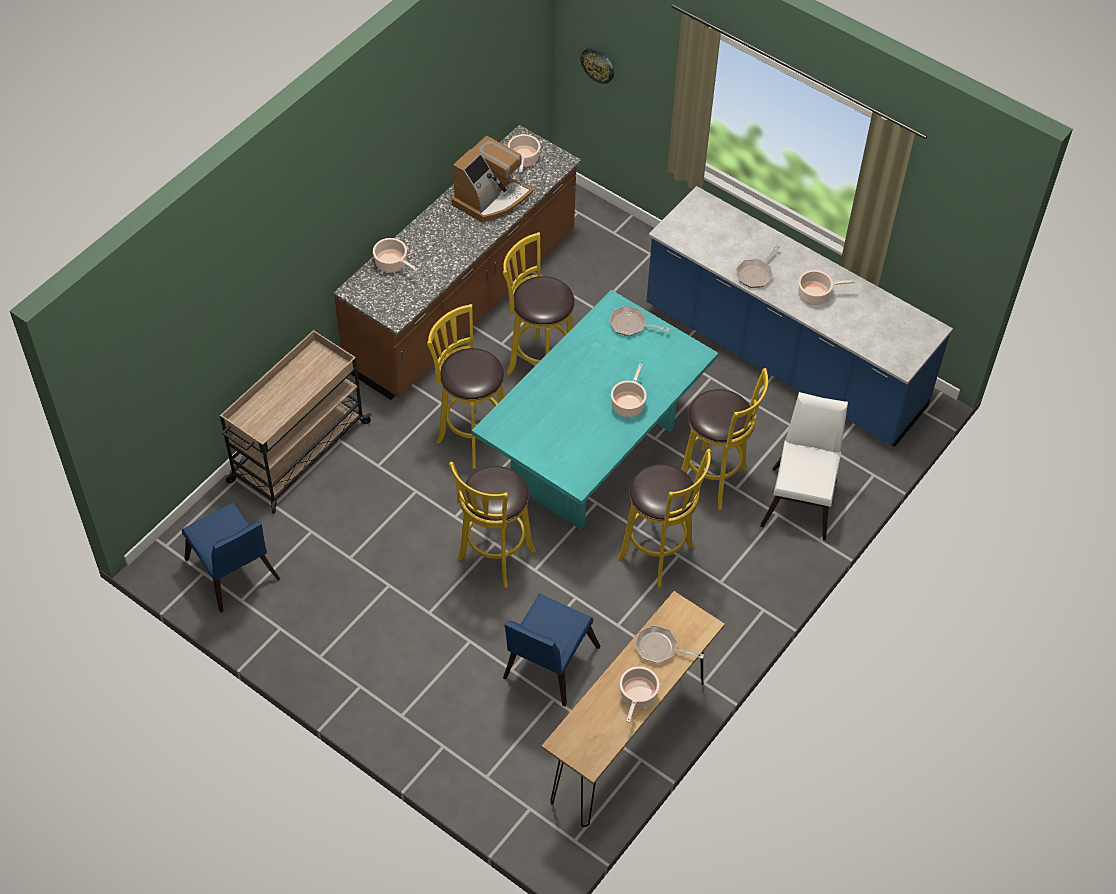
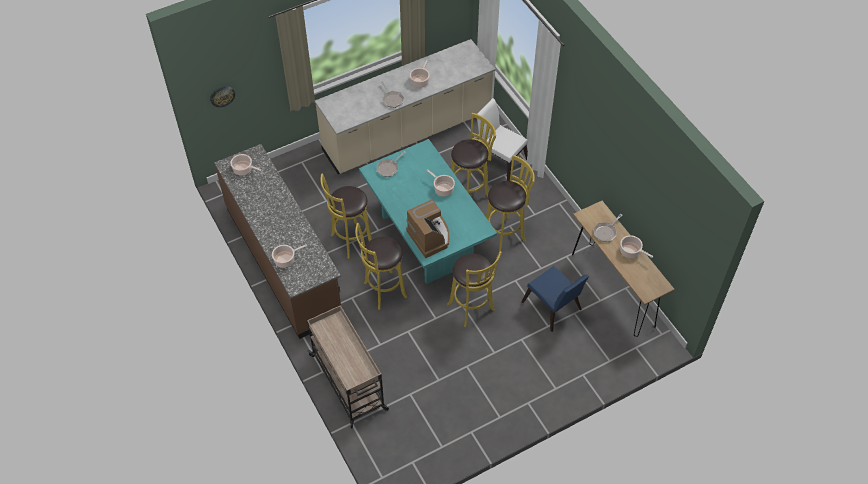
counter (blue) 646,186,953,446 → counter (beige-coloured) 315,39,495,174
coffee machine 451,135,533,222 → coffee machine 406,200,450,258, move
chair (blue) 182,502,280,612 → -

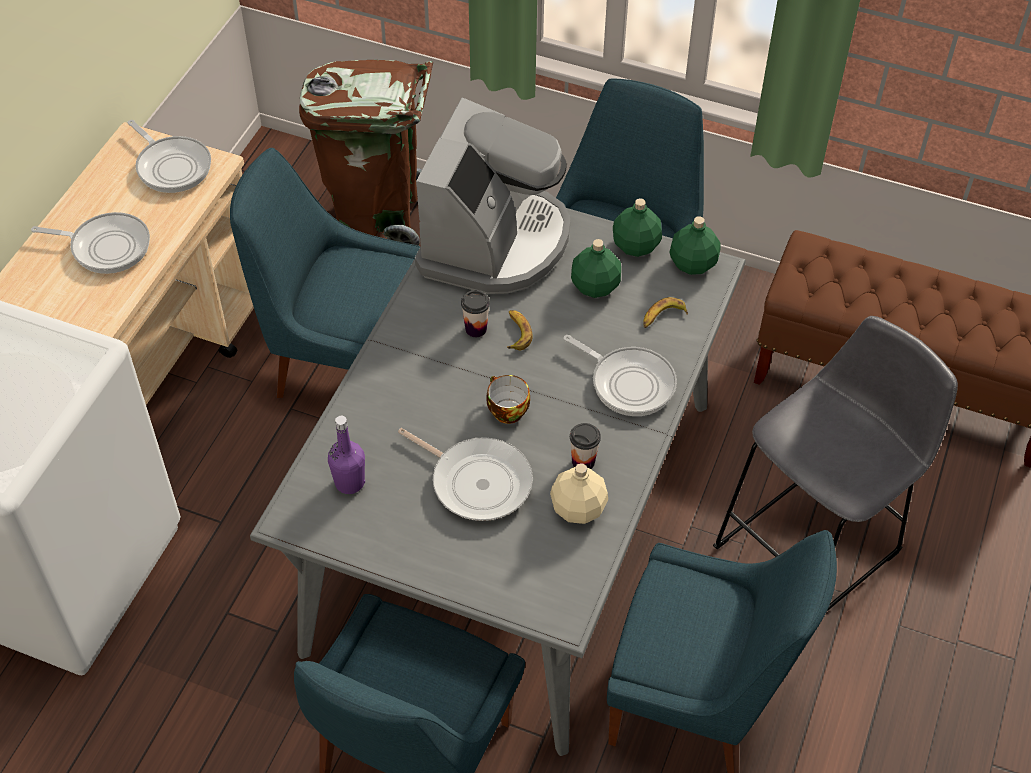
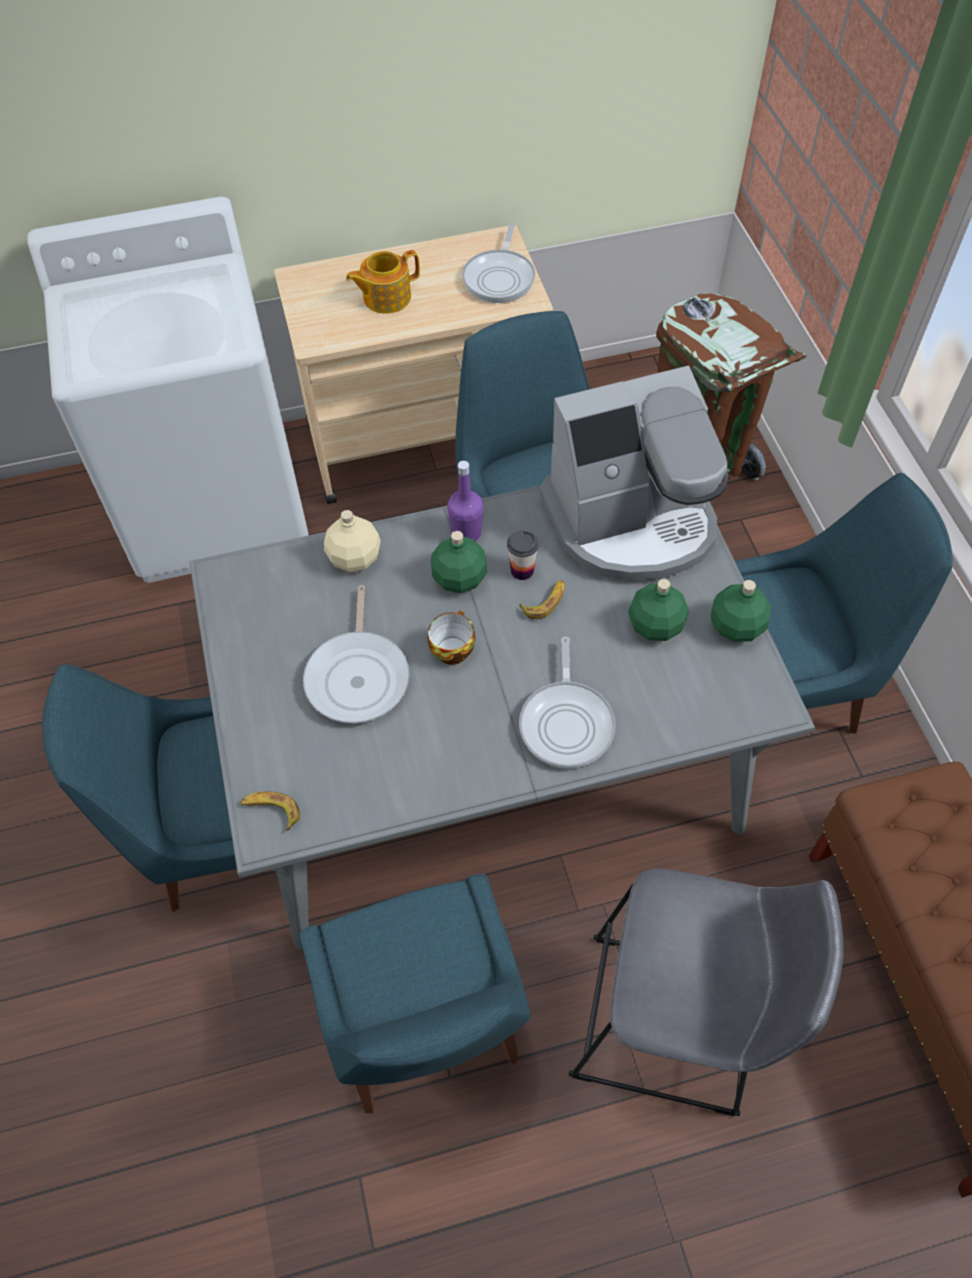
banana fruit 643,297,688,328 → banana fruit 240,791,300,831, move
beverage bottle (beige-coloured) 550,463,608,524 → beverage bottle (beige-coloured) 324,510,381,572, move
skillet 31,212,150,274 → pot for tea 346,250,420,314
beverage bottle (greenish) 670,216,720,275 → beverage bottle (greenish) 431,531,487,593, move
beverage bottle (purplish) 328,416,365,494 → beverage bottle (purplish) 447,461,484,541, move
cup 570,423,601,469 → -

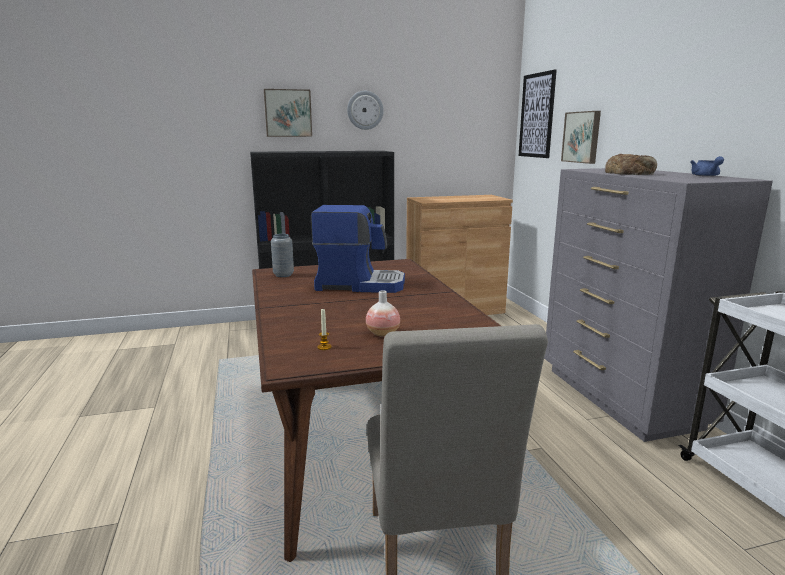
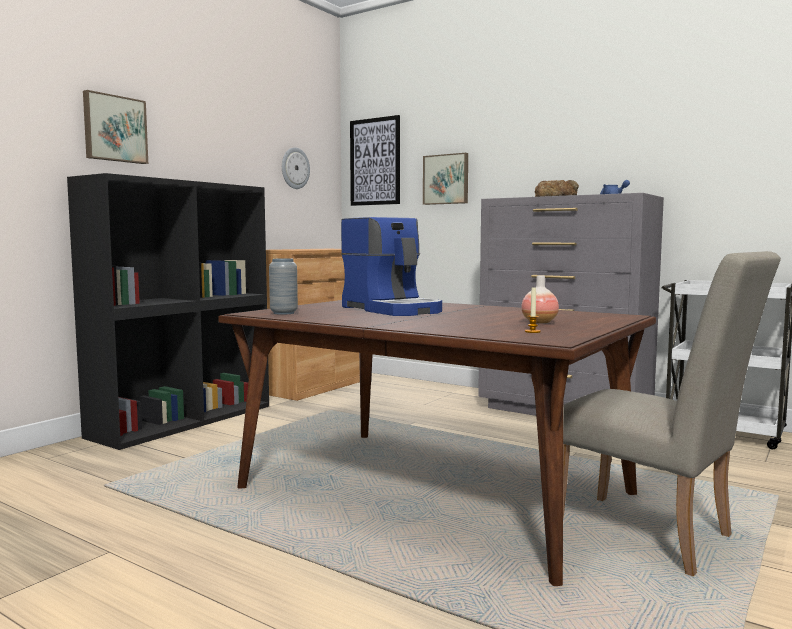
hanging clock 347,91,384,130 → hanging clock 282,147,310,189, move
coffee machine 311,205,405,293 → coffee machine 341,217,442,316, 90 degrees clockwise

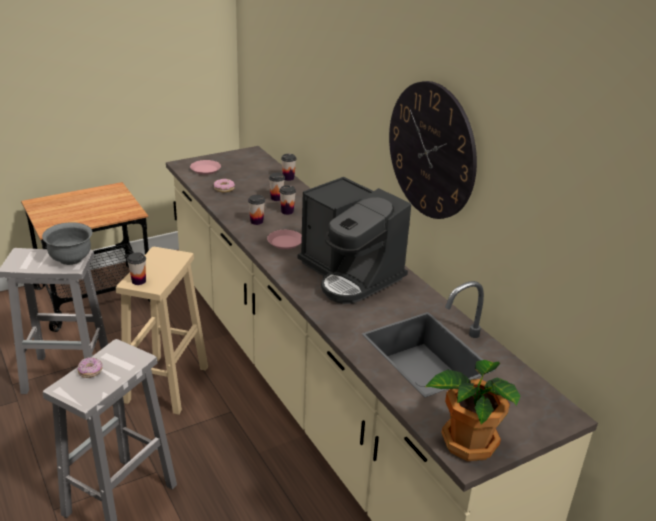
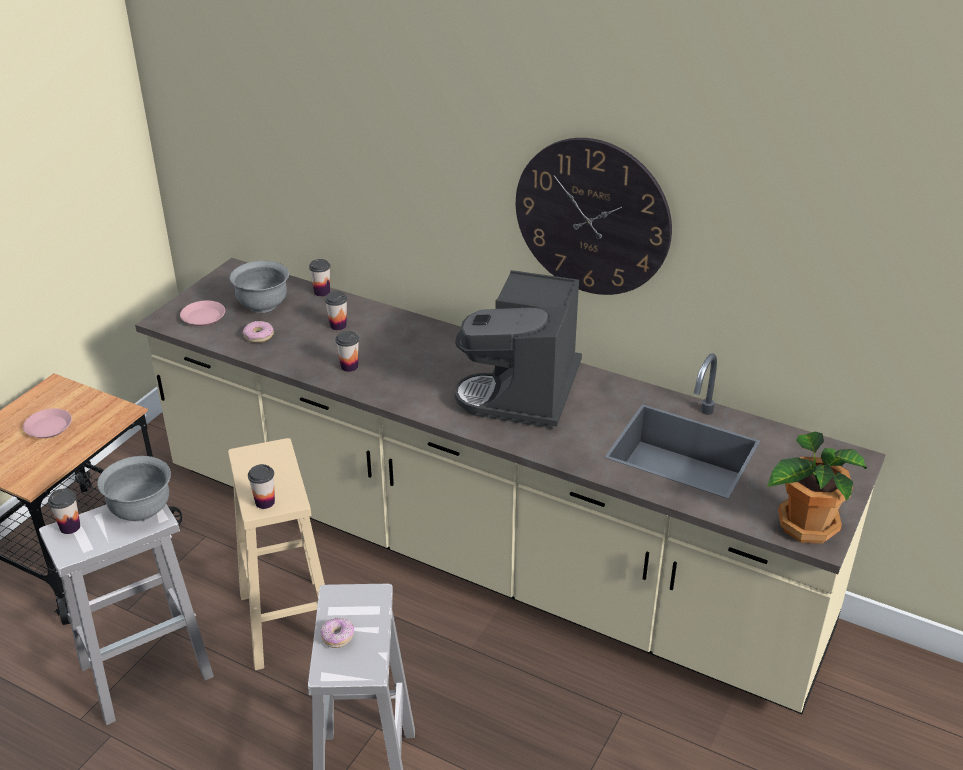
flat dish (pinkish) 267,230,302,249 → flat dish (pinkish) 23,408,72,438, move
cup 279,185,296,215 → cup 48,488,80,534, move
- → deep dish (gray) 230,261,289,313
coffee machine 298,177,411,304 → coffee machine 455,270,582,429, 90 degrees clockwise

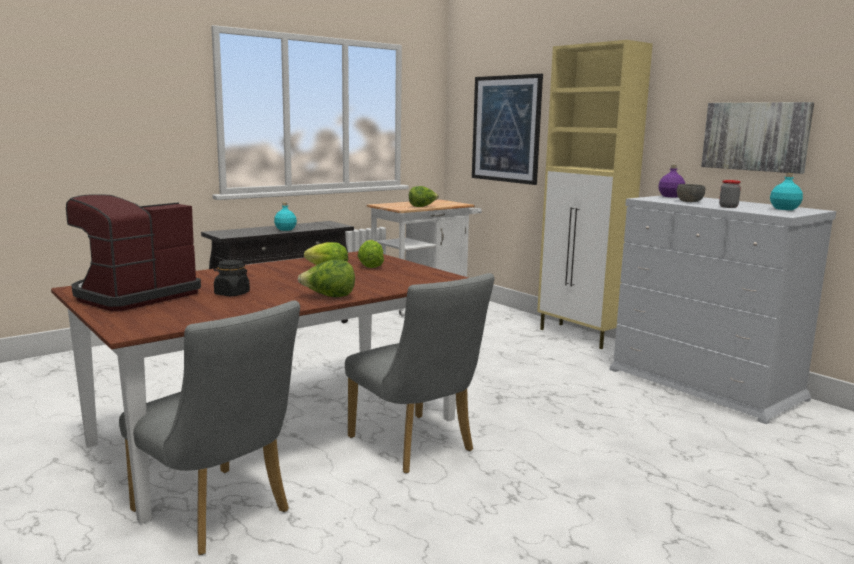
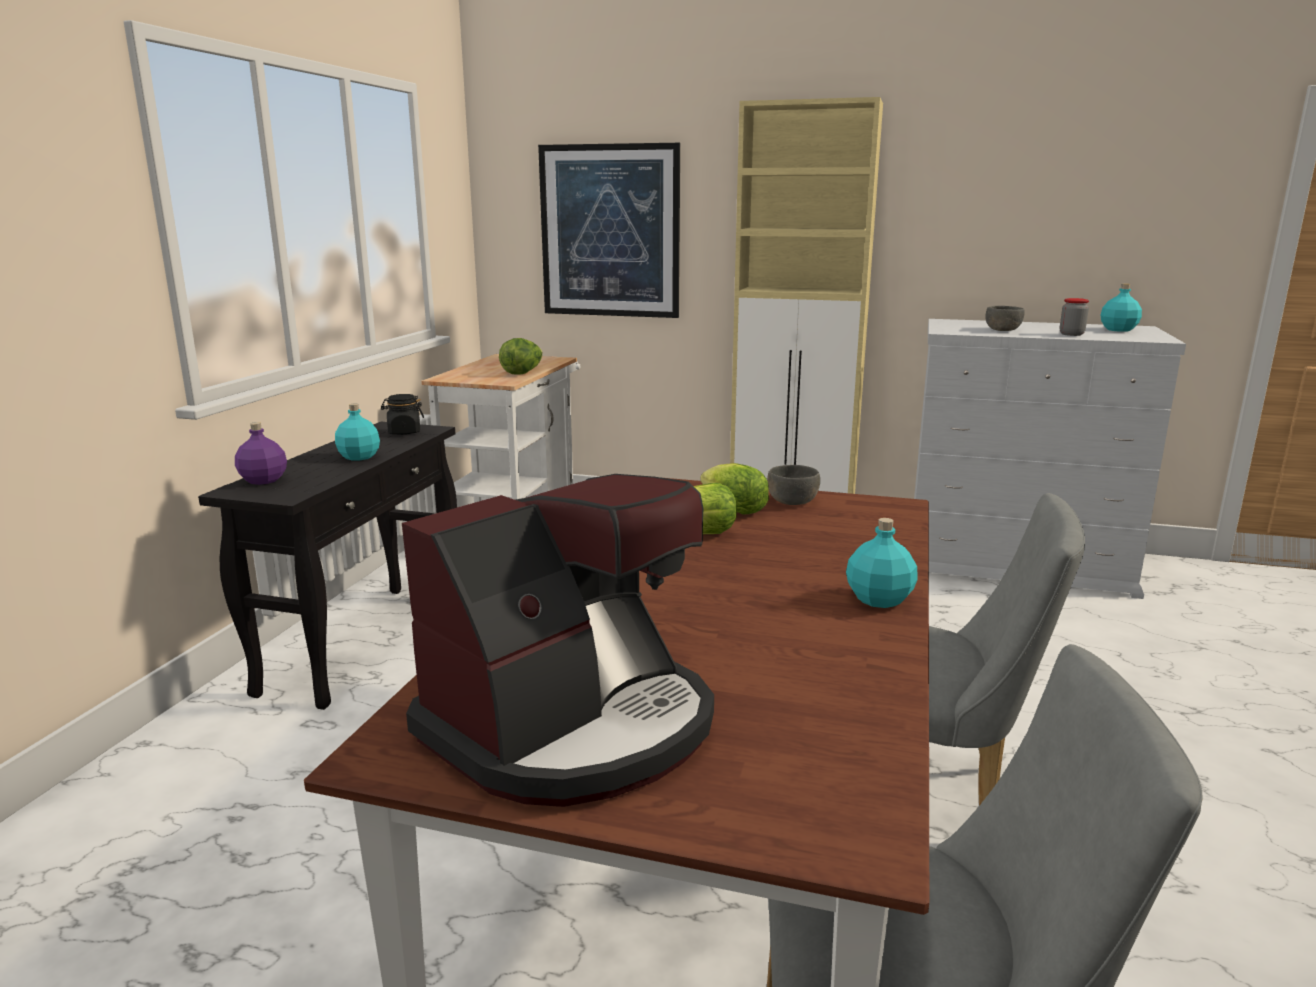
beverage bottle (purplish) 658,165,685,198 → beverage bottle (purplish) 235,422,287,485, move
storage jar (black-coloured) 214,260,250,296 → storage jar (black-coloured) 381,394,424,435, move
coffee machine 66,194,201,311 → coffee machine 402,474,714,807, 135 degrees counterclockwise
- → deep dish (gray) 767,465,820,505
head of lettuce 298,260,355,297 → beverage bottle (blue-green) 846,518,918,608
picture 701,102,814,174 → -

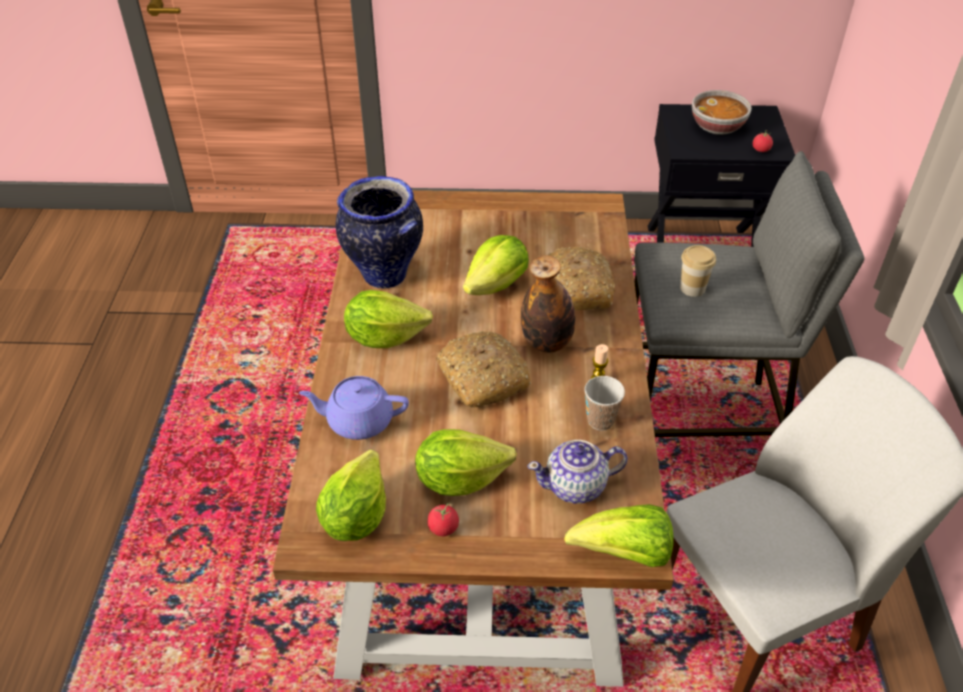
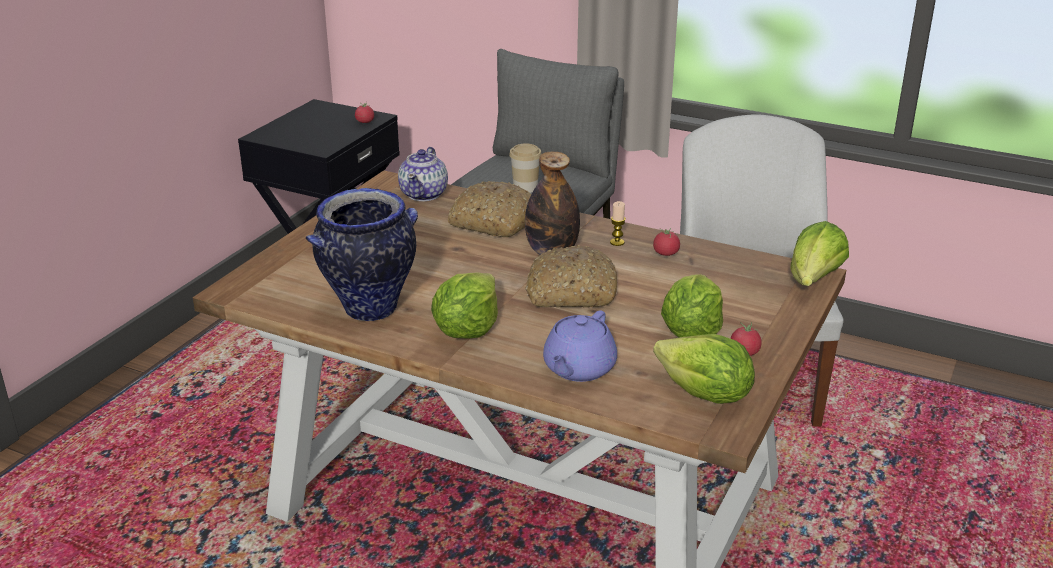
pot for tea 527,440,628,504 → pot for tea 398,147,448,201, move
cup 585,376,625,431 → whole tomato 653,228,680,256
head of lettuce 463,235,529,295 → -
deep dish 692,90,752,135 → -

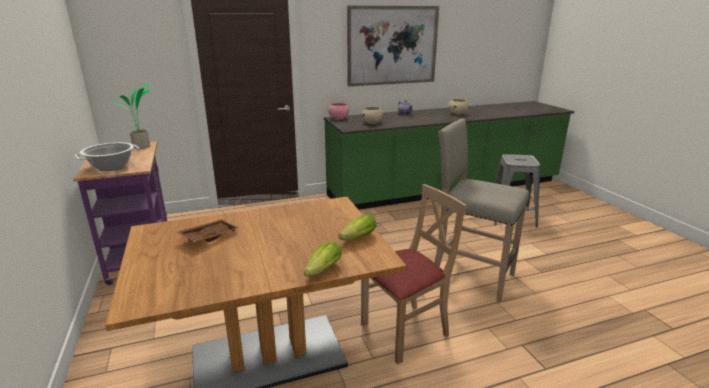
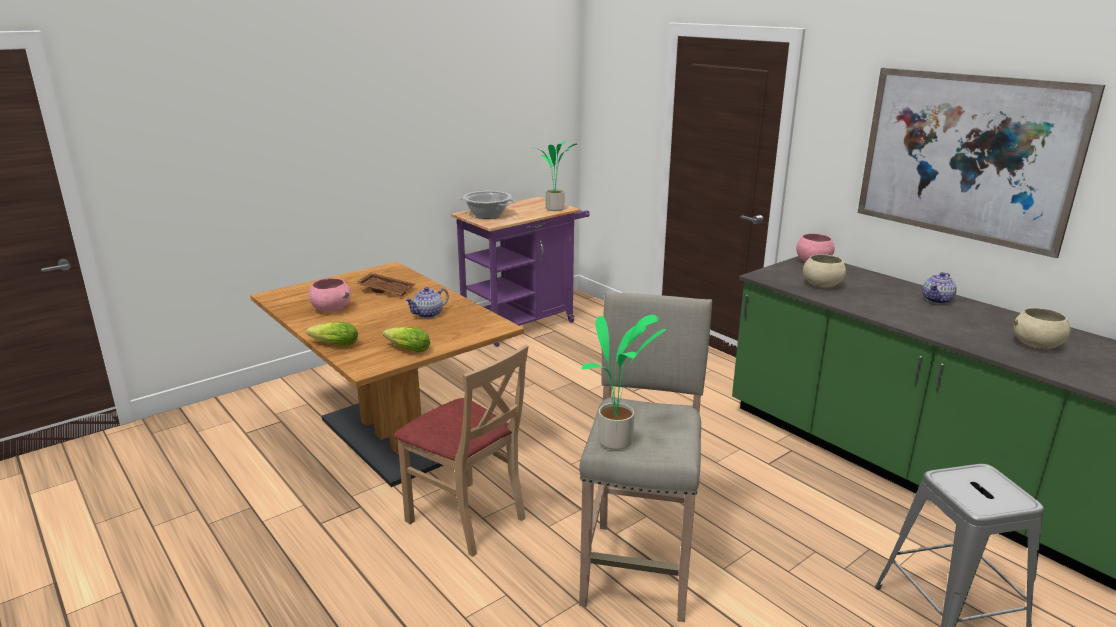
- → deep dish (pinkish) 309,278,351,312
- → pot for tea 405,287,449,318
- → plant in a pot 582,315,666,450

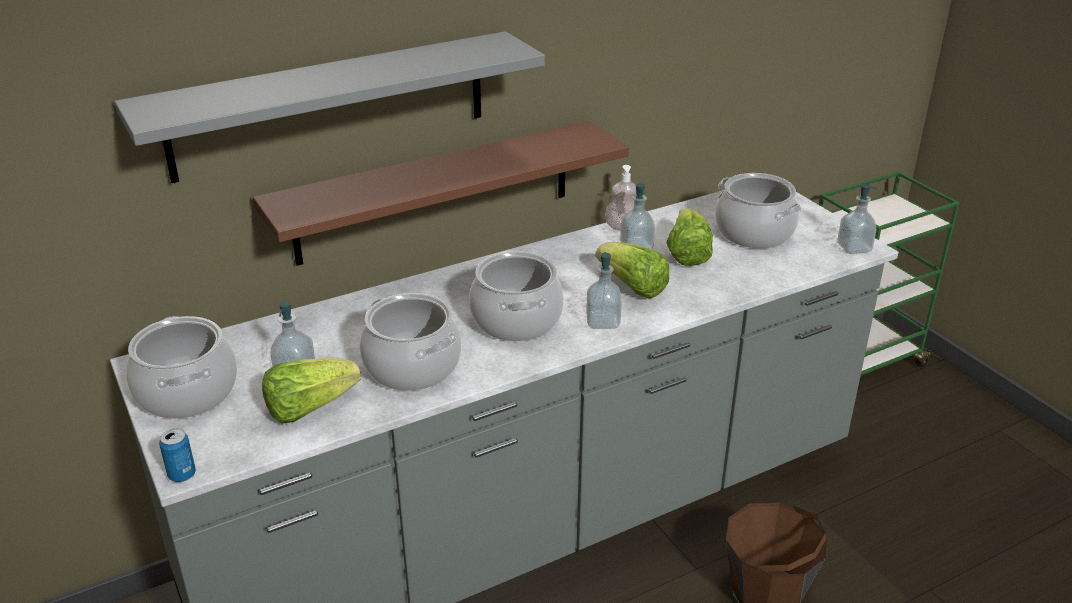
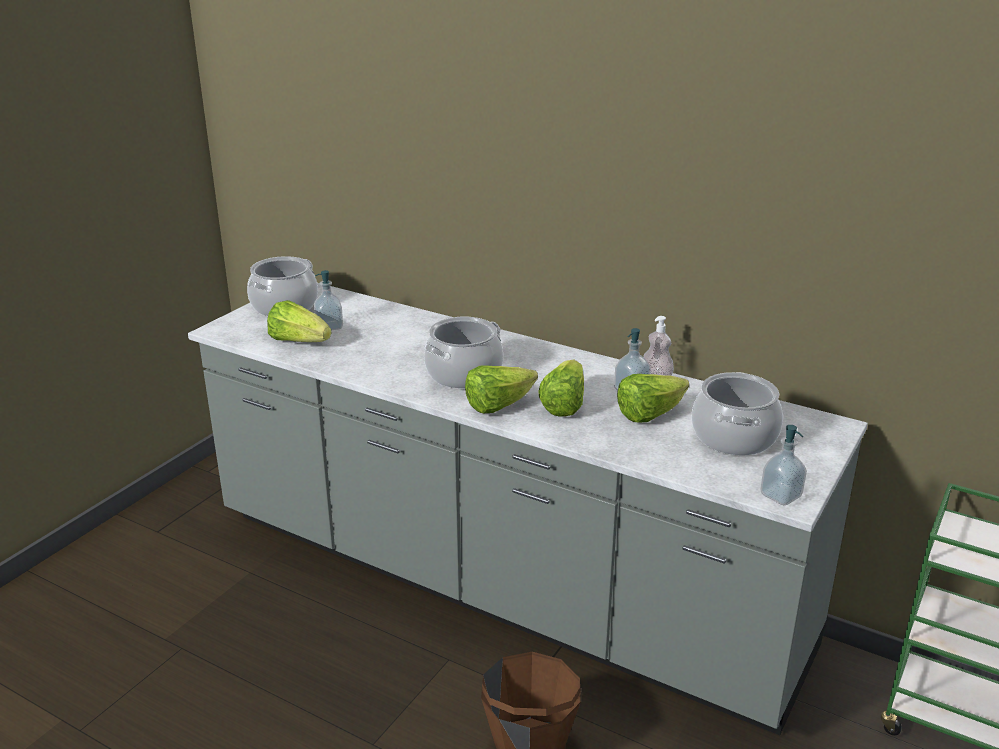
liquid soap bottle 586,252,622,329 → head of lettuce 465,366,538,413
bracket shelf (gray) 114,31,545,183 → -
can 159,429,196,482 → -
bracket shelf (brown) 253,121,629,266 → -
stockpot 360,293,461,391 → -

